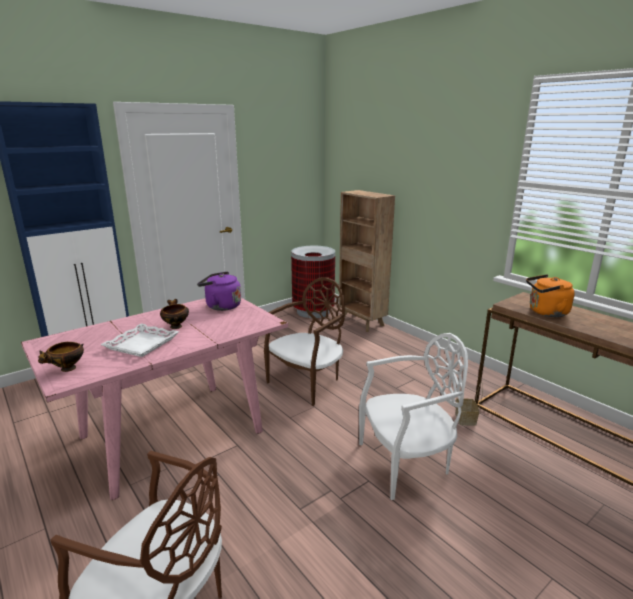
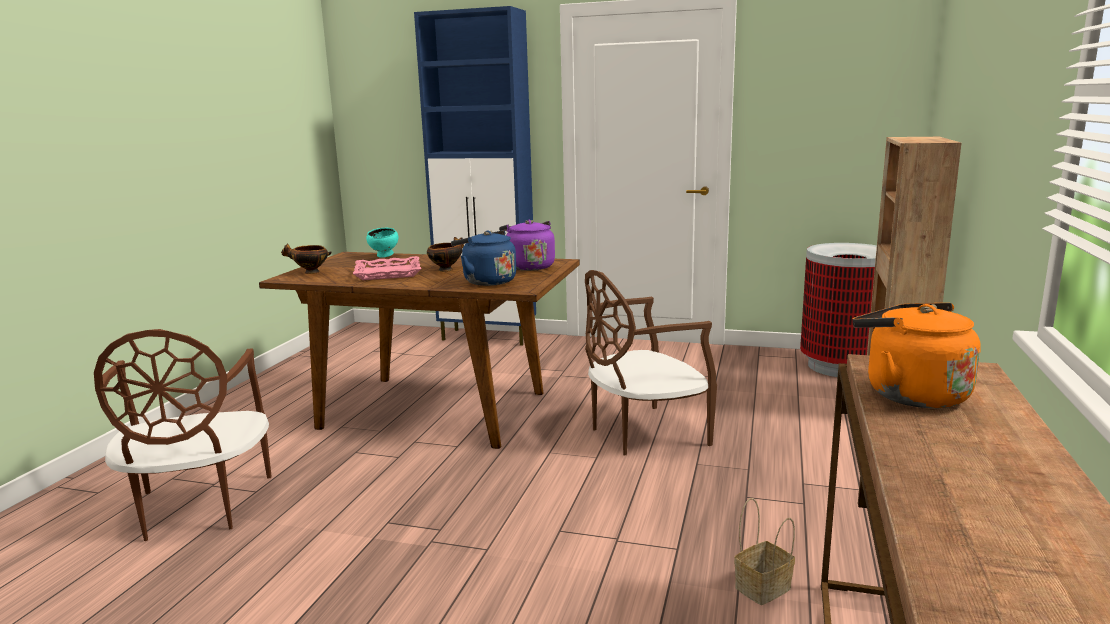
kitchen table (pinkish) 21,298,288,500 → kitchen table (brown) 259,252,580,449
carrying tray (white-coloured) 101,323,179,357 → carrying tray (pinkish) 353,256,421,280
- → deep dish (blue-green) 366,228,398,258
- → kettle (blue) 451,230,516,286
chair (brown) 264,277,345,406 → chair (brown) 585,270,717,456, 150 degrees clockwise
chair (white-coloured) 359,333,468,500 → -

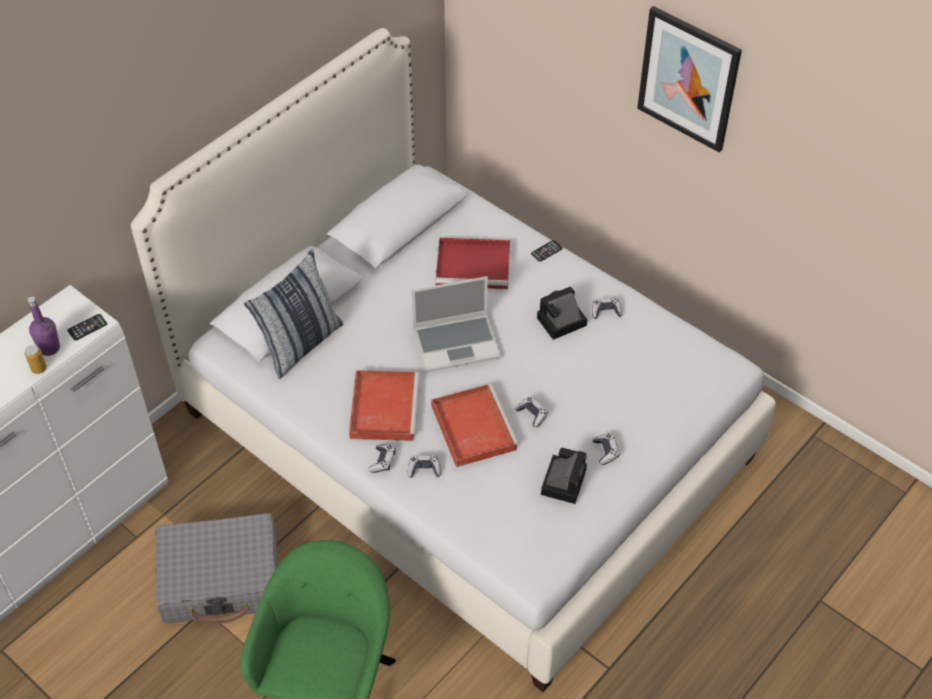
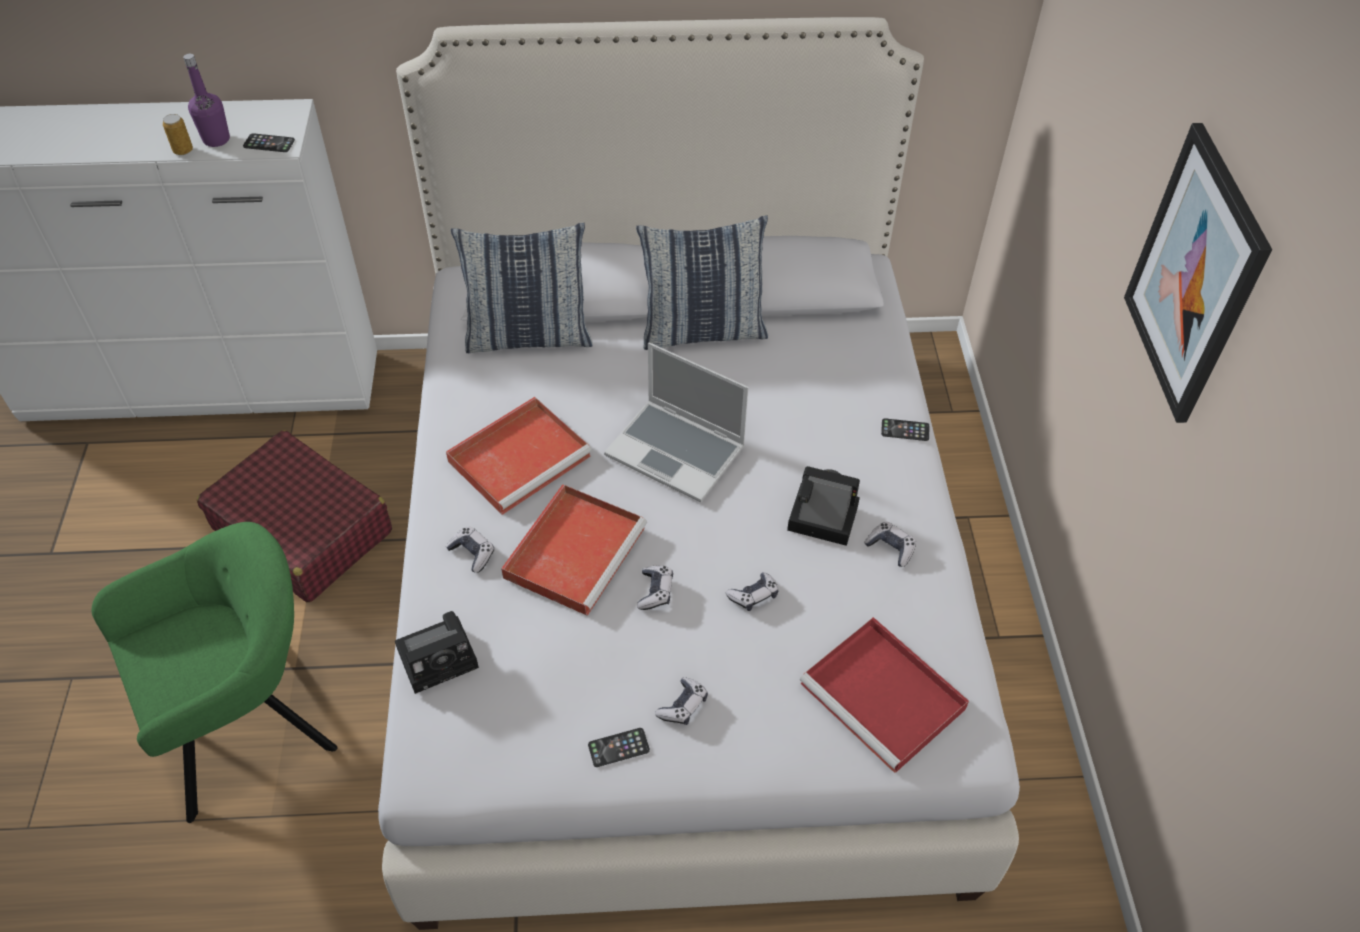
suitcase (gray) 155,513,278,624 → suitcase (red) 197,430,392,603
still camera 541,448,587,504 → still camera 395,611,479,694, move
- → handset 588,728,650,767
- → throw pillow 636,216,768,350
gamepad 368,444,395,473 → gamepad 726,572,778,611, move
carrying tray (red) 436,238,510,289 → carrying tray (red) 800,617,969,773, move

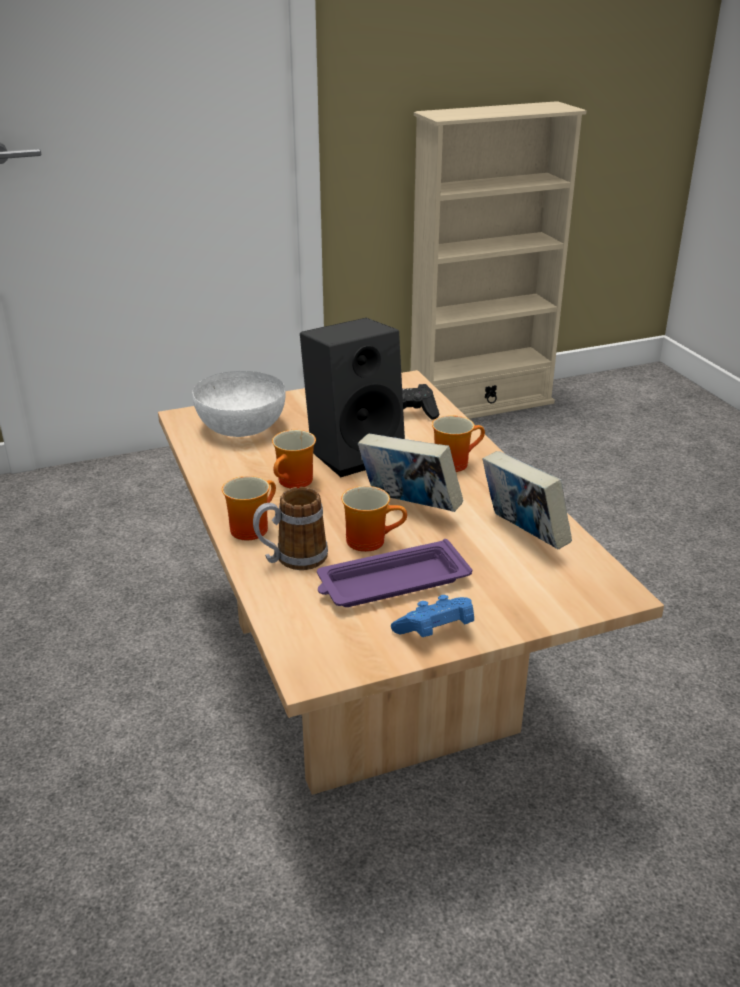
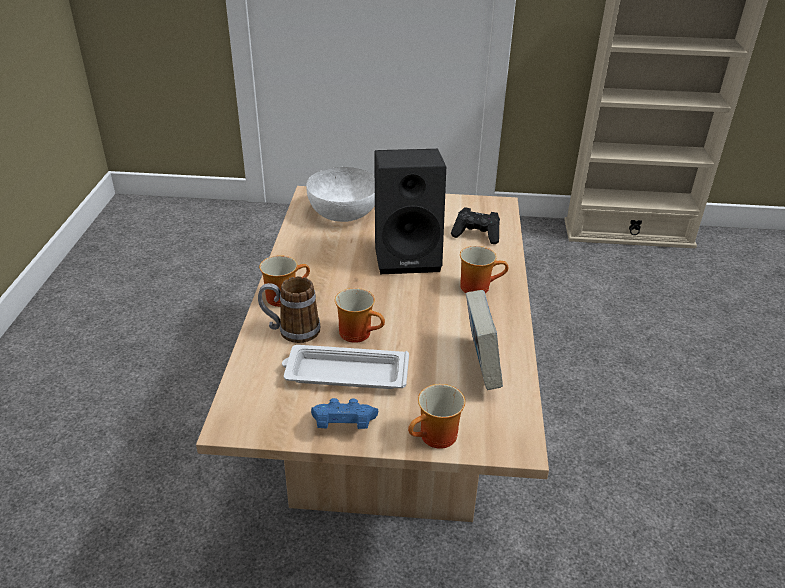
carrying tray (purplish) 317,539,472,607 → carrying tray (white-coloured) 282,345,409,389
mug 272,430,316,489 → mug 408,384,465,449, move
book 358,433,463,512 → -

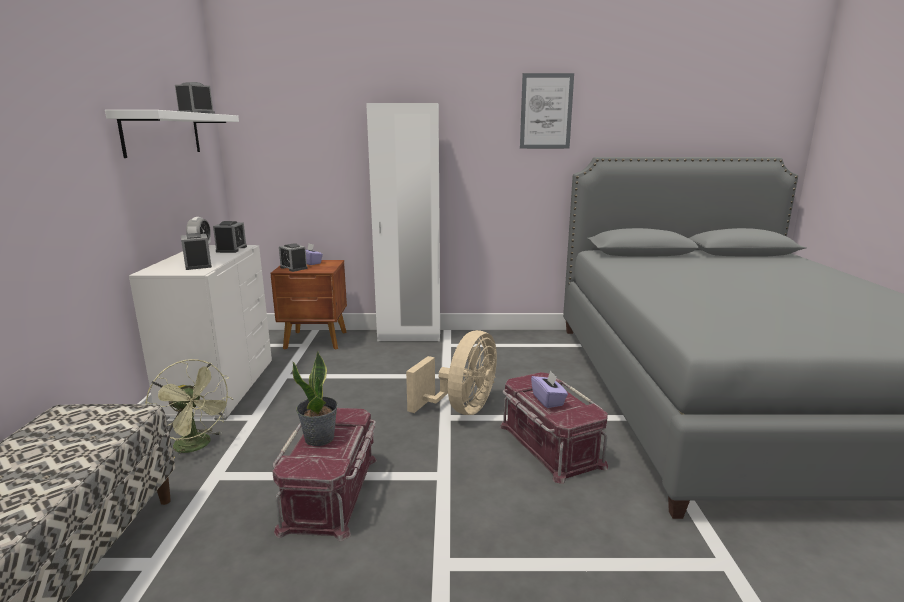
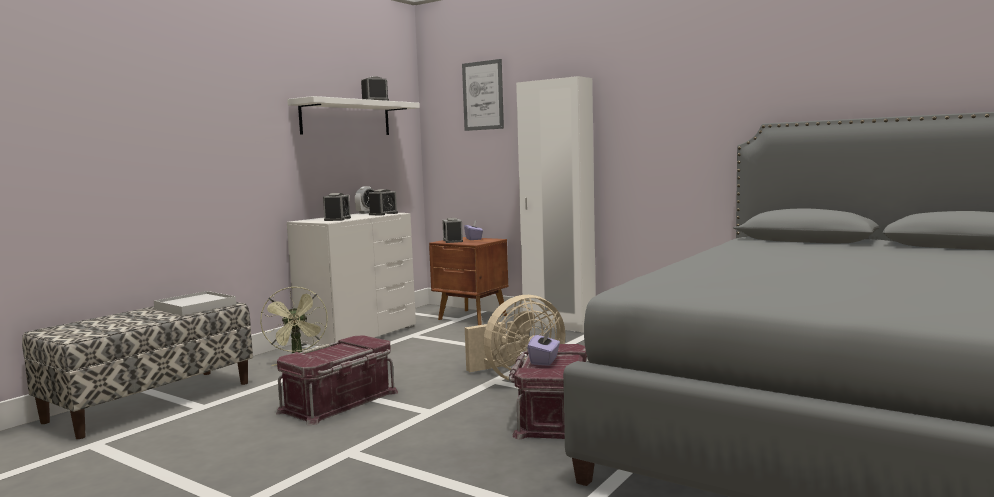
- → carrying tray (white-coloured) 154,291,236,316
picture 520,73,574,149 → picture 462,59,504,131, move
plant in a pot 293,351,338,446 → -

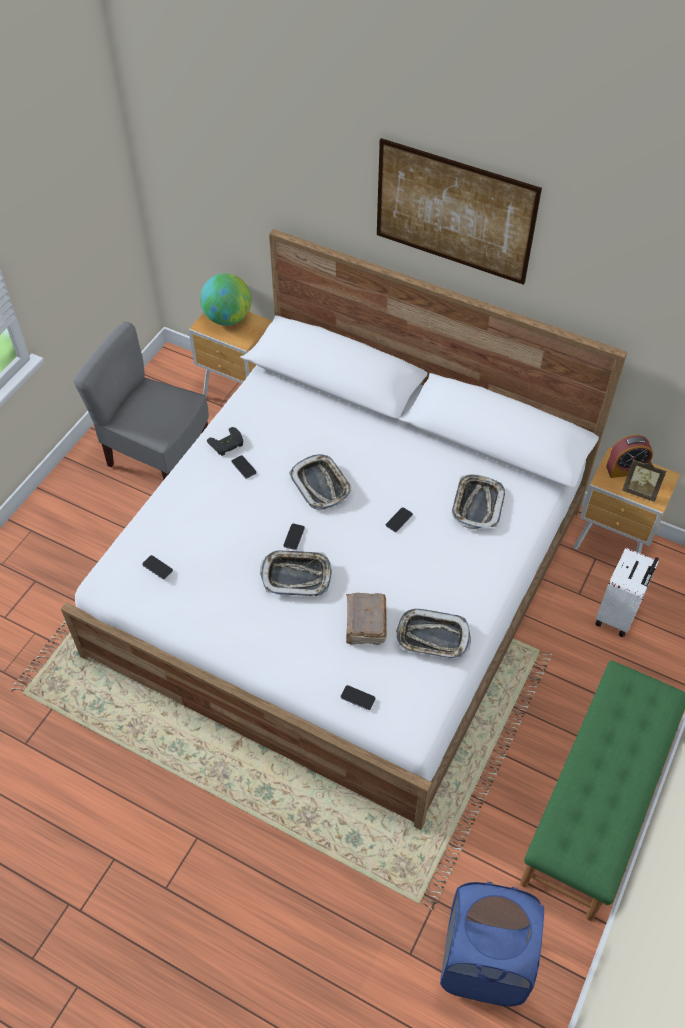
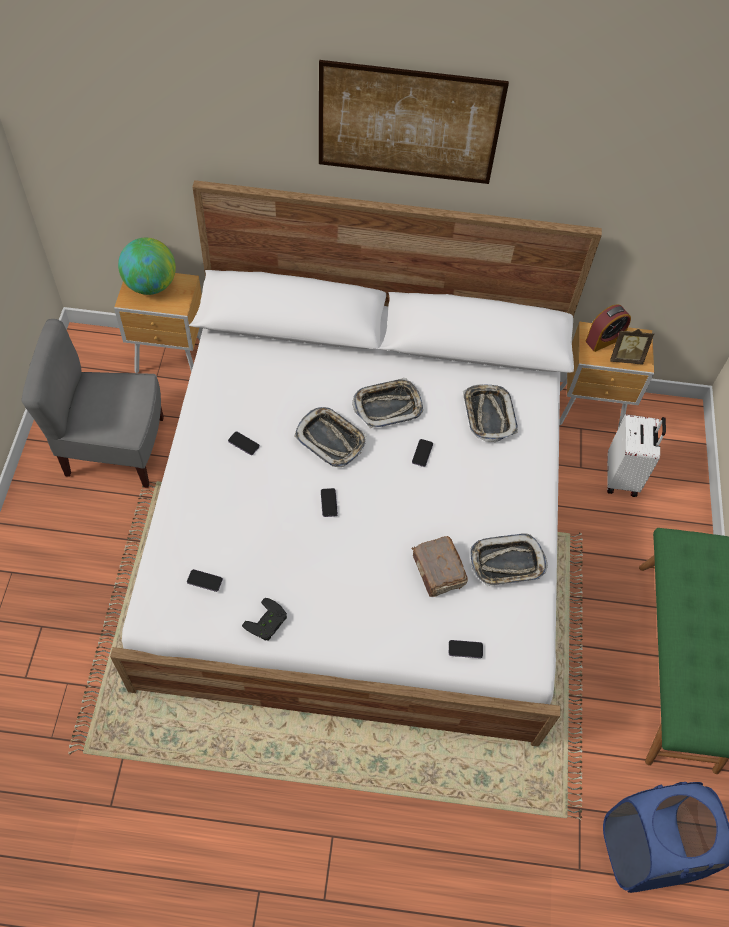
gamepad (black-coloured) 207,427,243,456 → gamepad (black-coloured) 242,598,287,641, move
carrying tray 260,550,332,596 → carrying tray 352,378,423,428, move

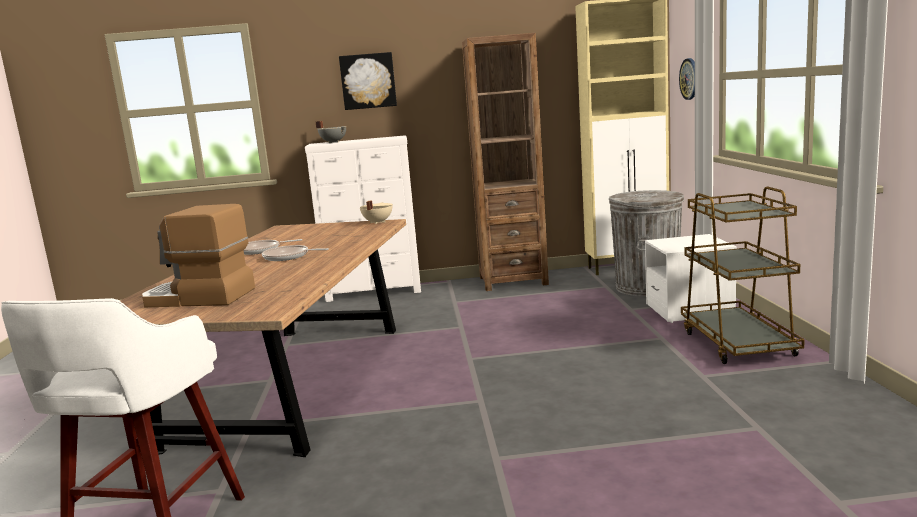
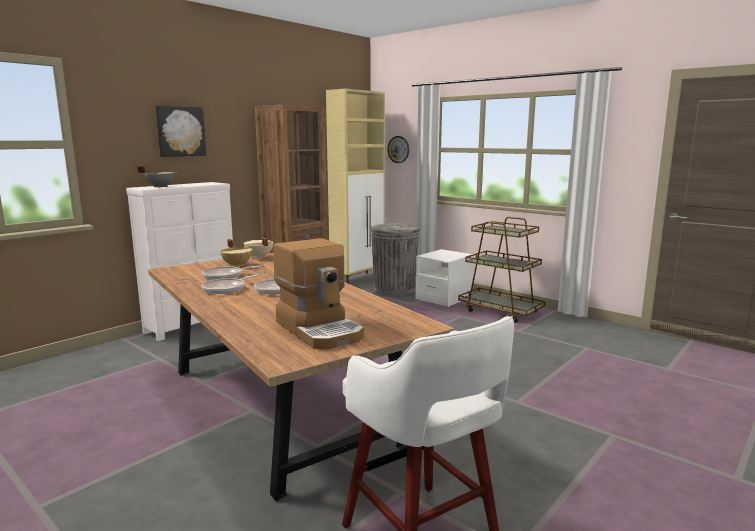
- → skillet 202,266,262,280
- → stockpot (beige-coloured) 220,239,252,267
coffee machine 142,204,255,307 → coffee machine 273,238,364,349, 90 degrees counterclockwise

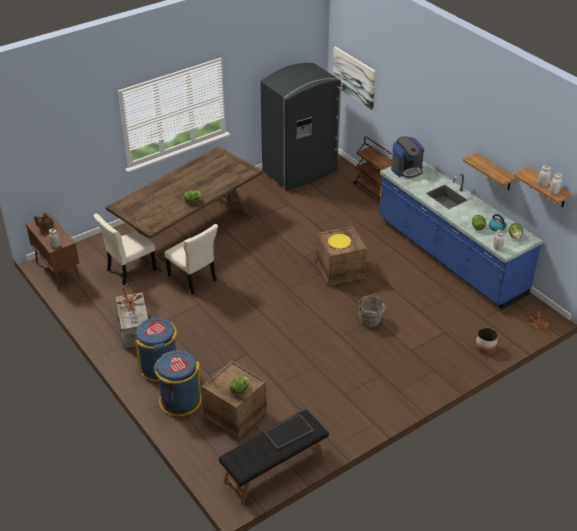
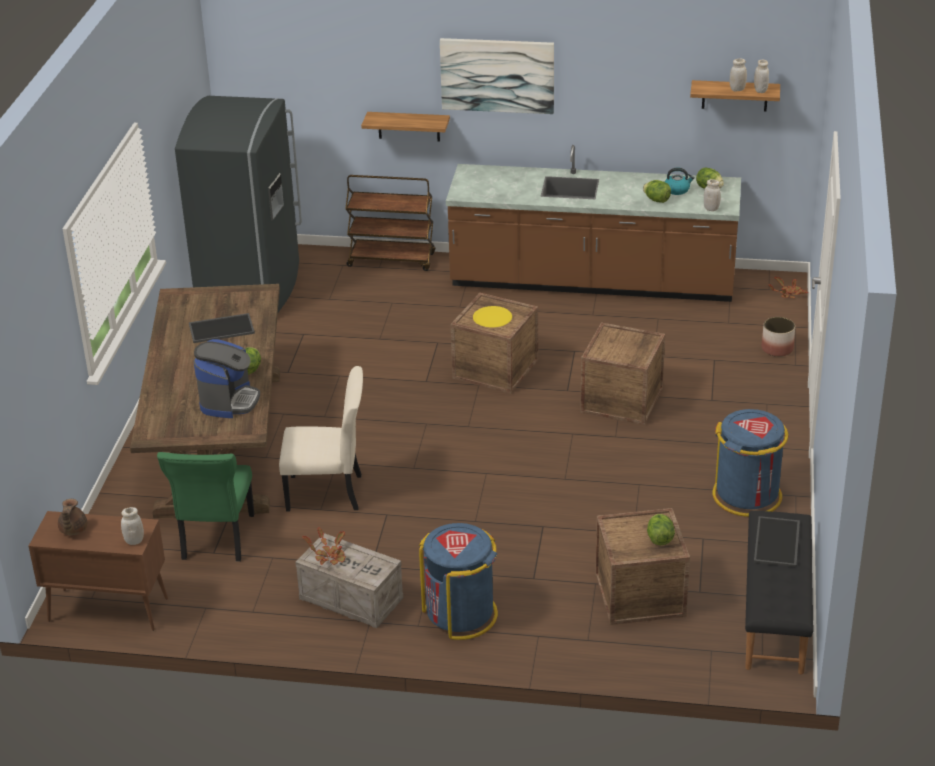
chair (beige-coloured) 93,214,156,285 → chair (greenish) 157,452,254,562
- → carrying tray 189,313,255,343
coffee machine 391,137,424,179 → coffee machine 194,339,260,418, move
bracket shelf 463,153,517,190 → bracket shelf 361,112,450,141, move
picture 333,46,376,110 → picture 440,38,554,114, move
counter (blue) 379,161,542,309 → counter (brown) 446,145,741,302
bucket (brown) 359,296,385,328 → shipping crate 580,323,665,425
trash can (blue) 154,350,202,416 → trash can (blue) 712,409,788,517, move

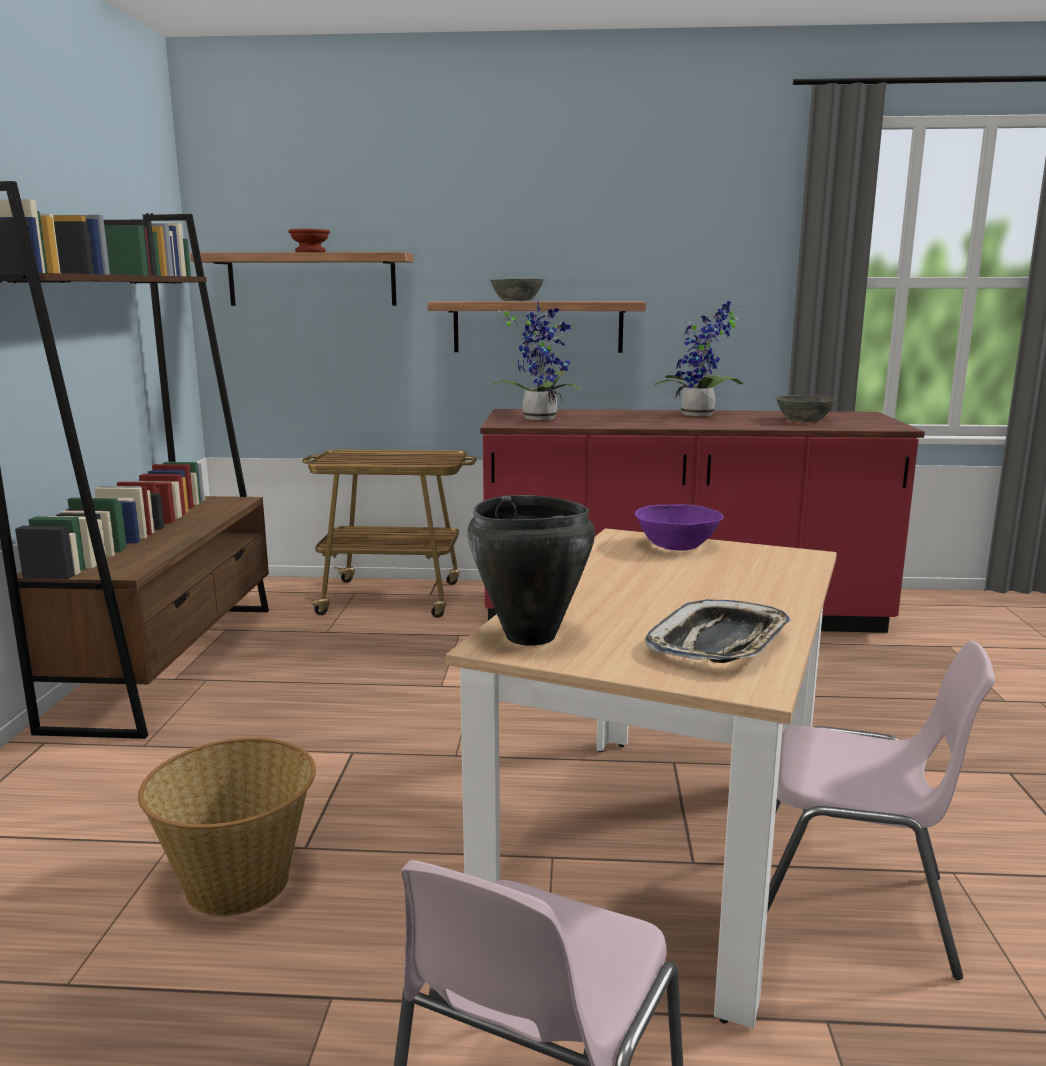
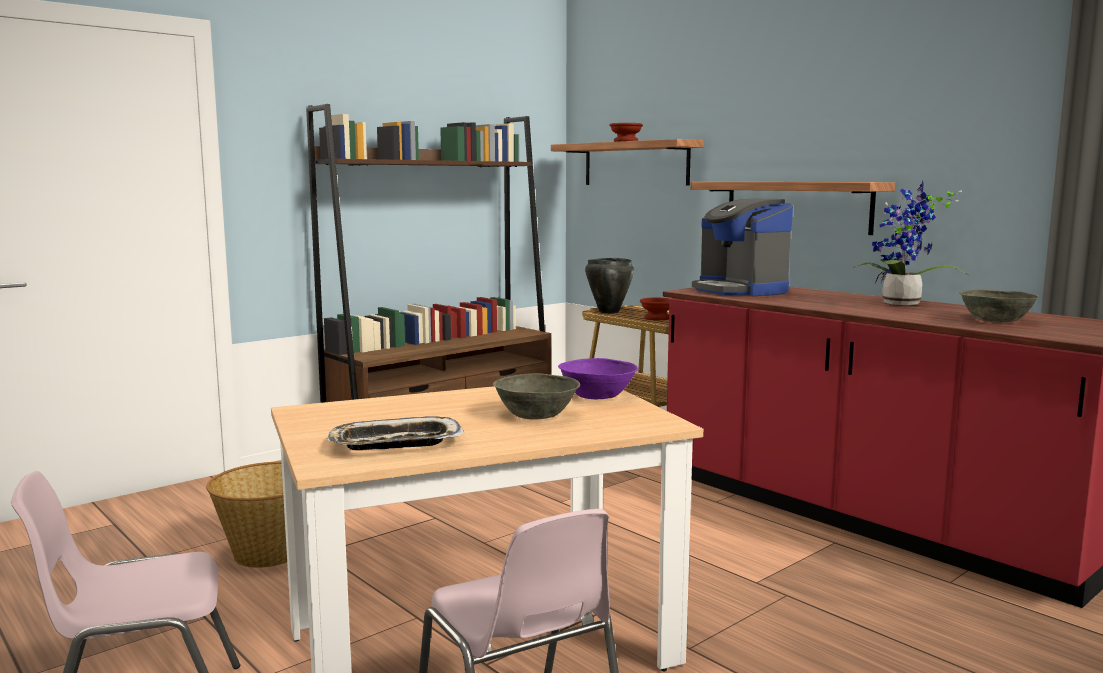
deep dish (gray) 491,279,544,301 → deep dish (gray) 493,373,580,420, move
stockpot (black-coloured) 468,495,595,646 → stockpot (black-coloured) 585,258,634,314, move
- → deep dish (brown) 640,298,670,320
plant in a pot 490,301,583,420 → coffee machine 692,199,793,296

